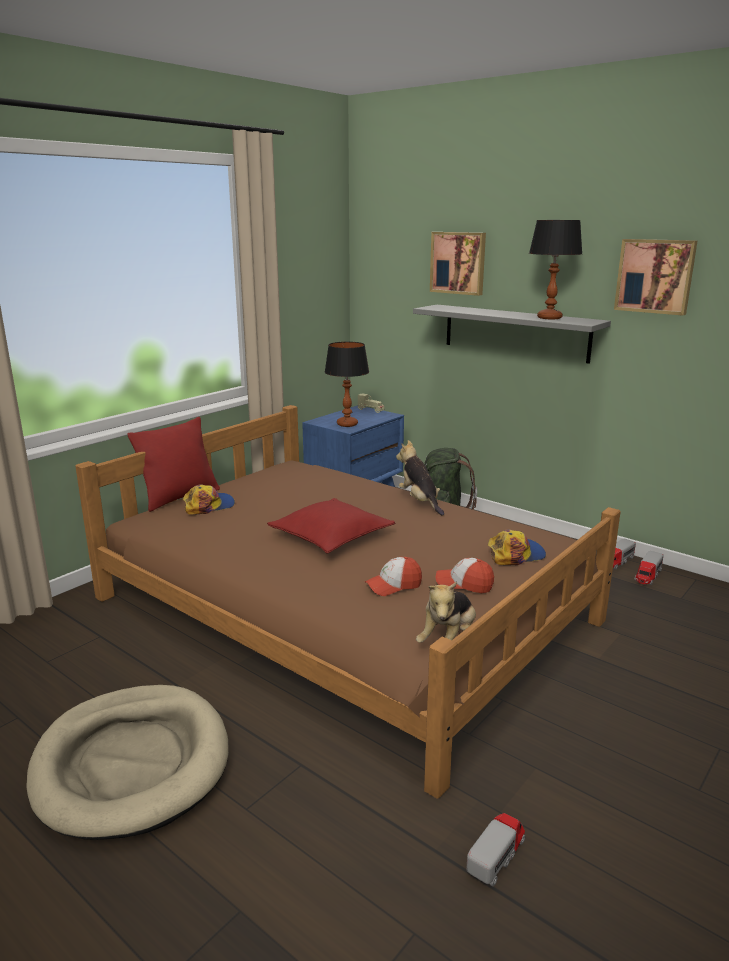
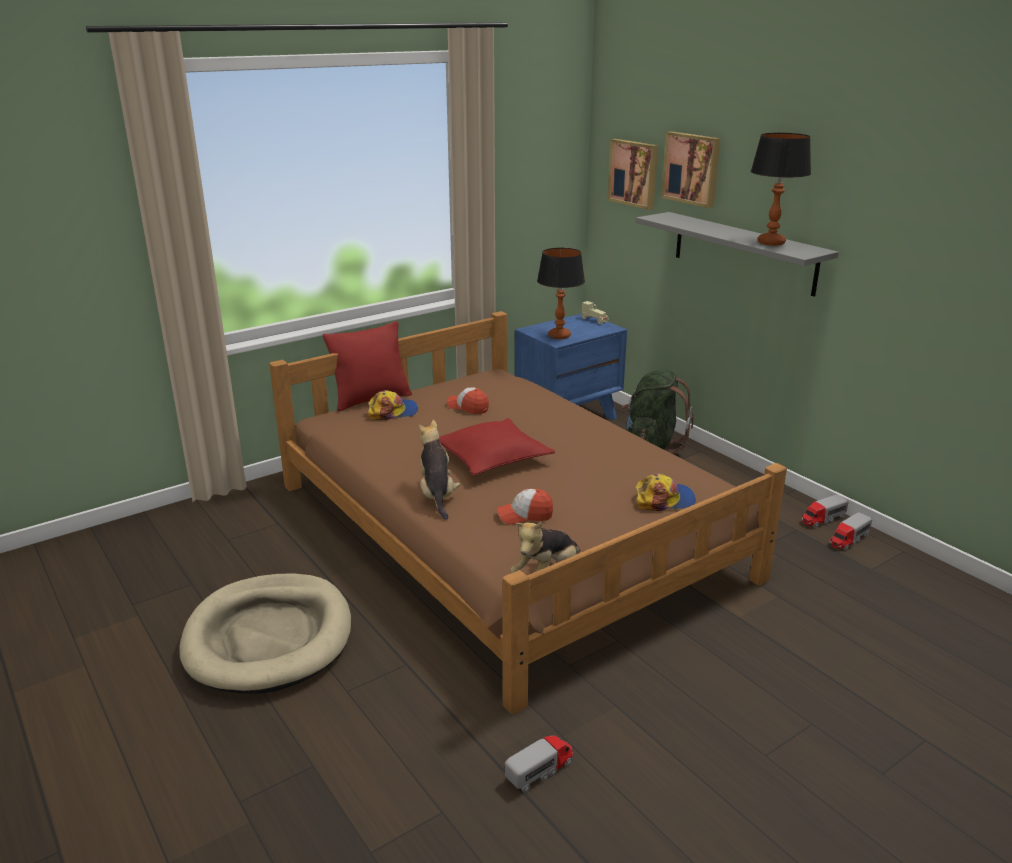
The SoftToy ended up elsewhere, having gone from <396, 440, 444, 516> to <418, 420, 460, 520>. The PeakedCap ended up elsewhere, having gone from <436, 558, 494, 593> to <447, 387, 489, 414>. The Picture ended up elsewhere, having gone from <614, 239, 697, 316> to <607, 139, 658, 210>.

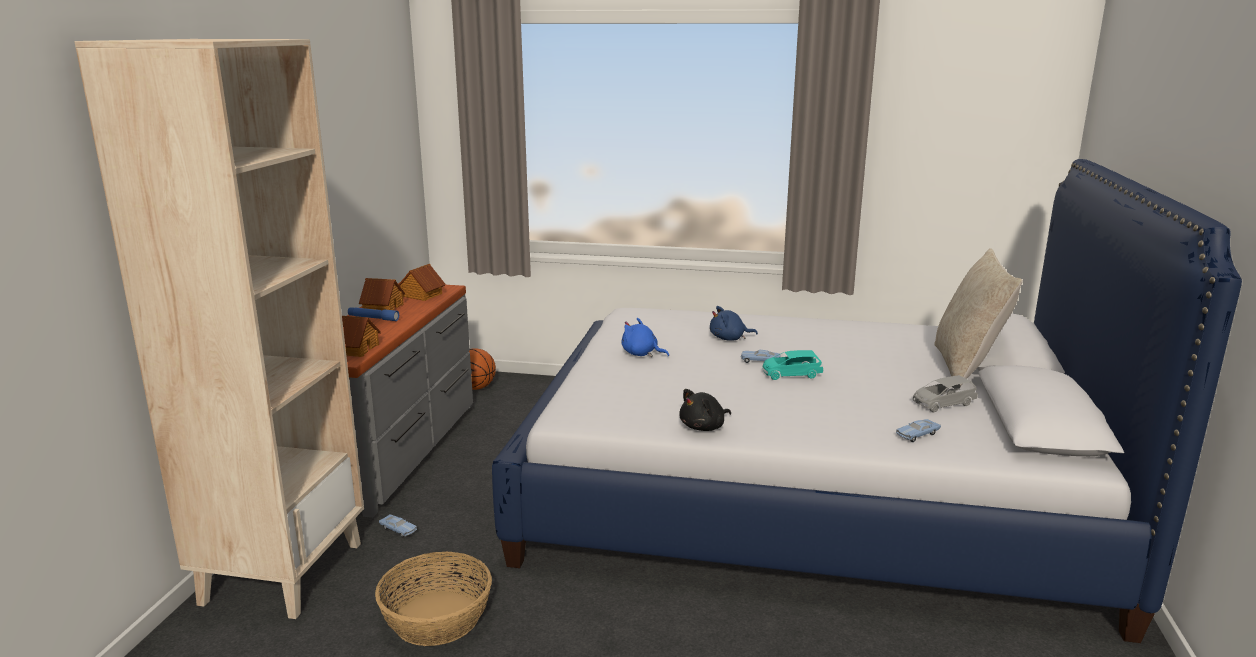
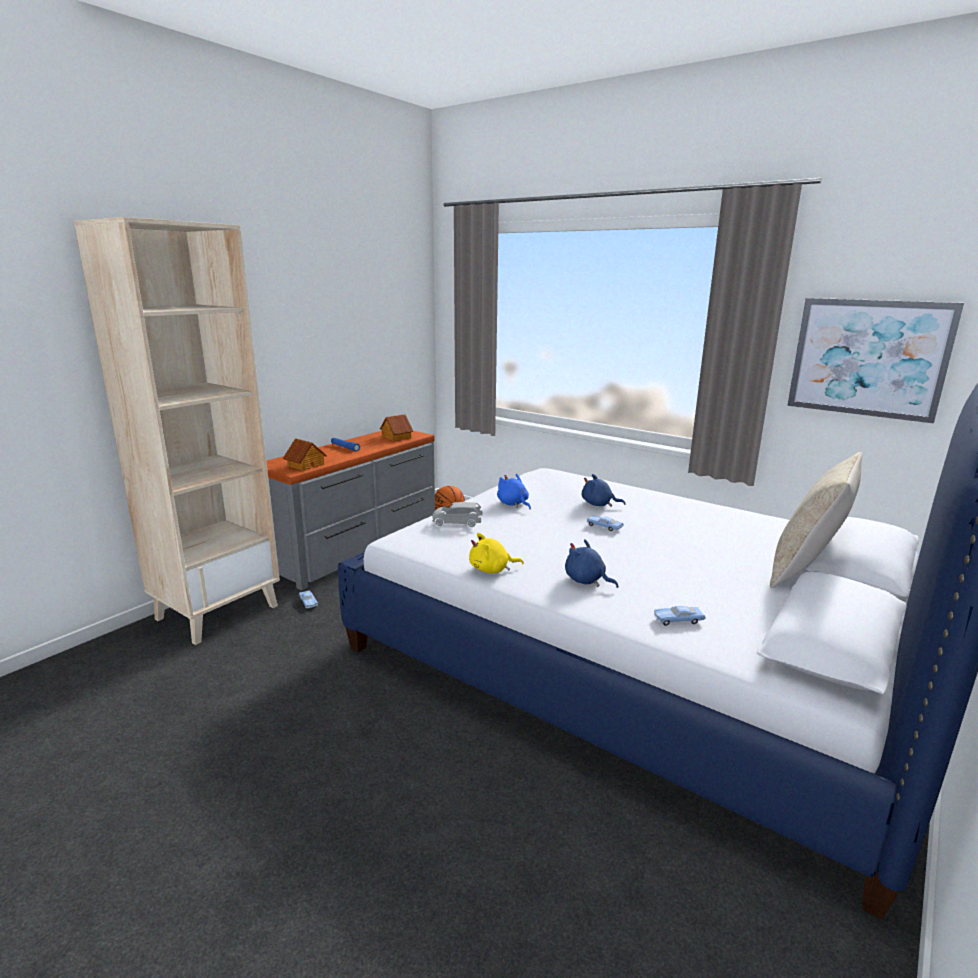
The second view lost the ModelHouse at <359, 278, 405, 310>. The second view lost the StorageBasket at <375, 552, 492, 646>. The second view lost the BlueGreenMiniatureCar at <762, 350, 823, 380>. The second view gained the BluishSoftToy at <565, 540, 618, 588>. The second view gained the Picture at <787, 298, 964, 424>. The GreyishMiniatureCar ended up elsewhere, having gone from <913, 375, 978, 412> to <432, 502, 483, 527>. What was the BlackSoftToy at <679, 389, 731, 431> turned into the YellowSoftToy at <469, 533, 524, 573>.

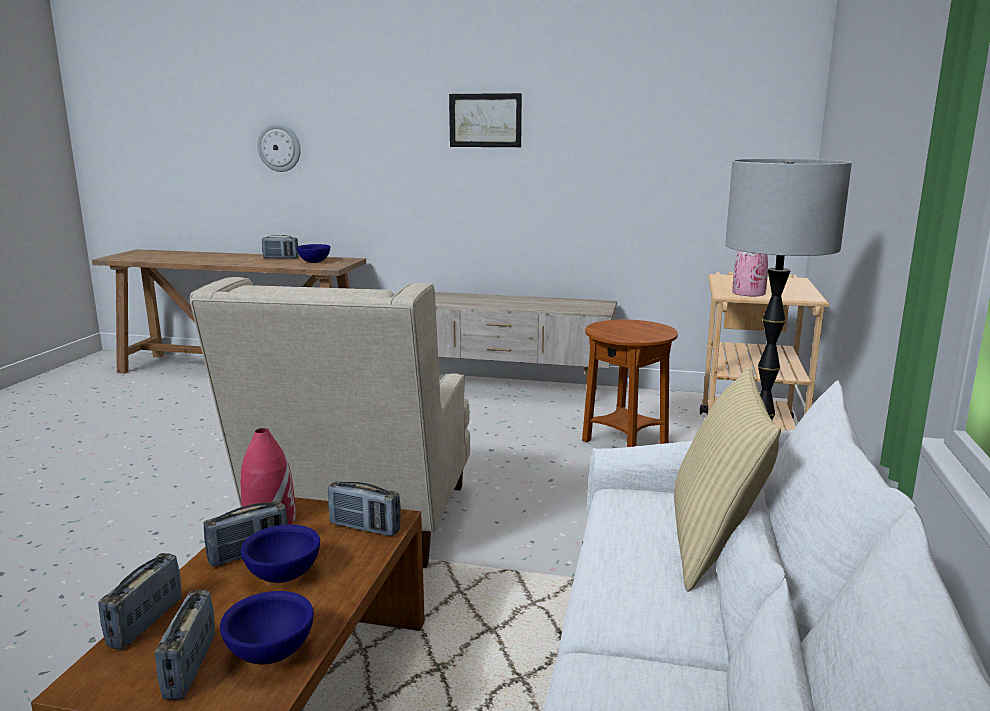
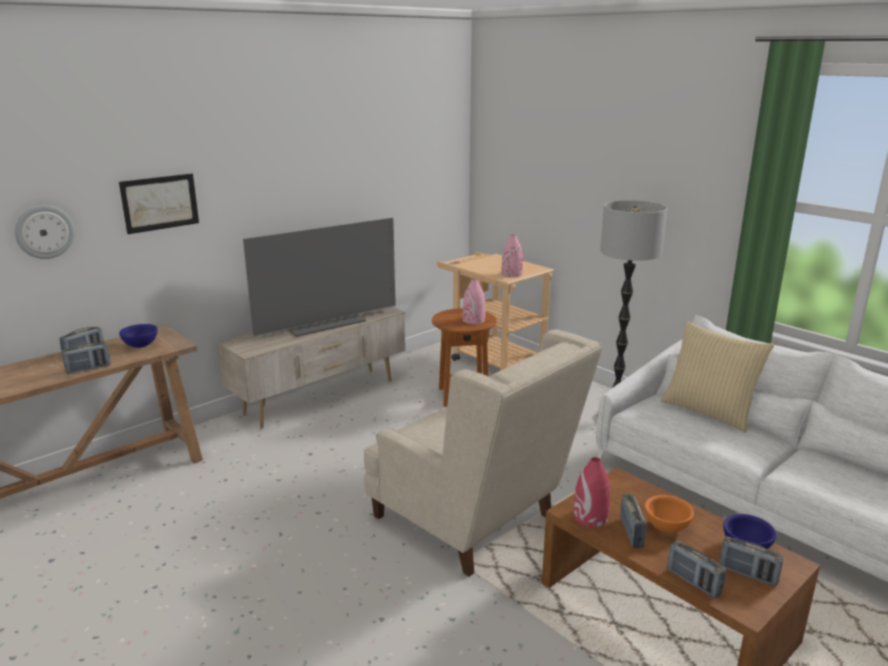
The second view gained the TvSet at <243, 218, 396, 337>. The second view gained the PinkishFlowerVase at <463, 279, 485, 324>. The RadioSet ended up elsewhere, having gone from <328, 481, 401, 536> to <62, 342, 111, 374>. The Picture ended up elsewhere, having gone from <449, 93, 522, 147> to <119, 174, 199, 234>. What was the BluishServingBowl at <241, 525, 320, 583> turned into the OrangeServingBowl at <645, 495, 694, 533>.

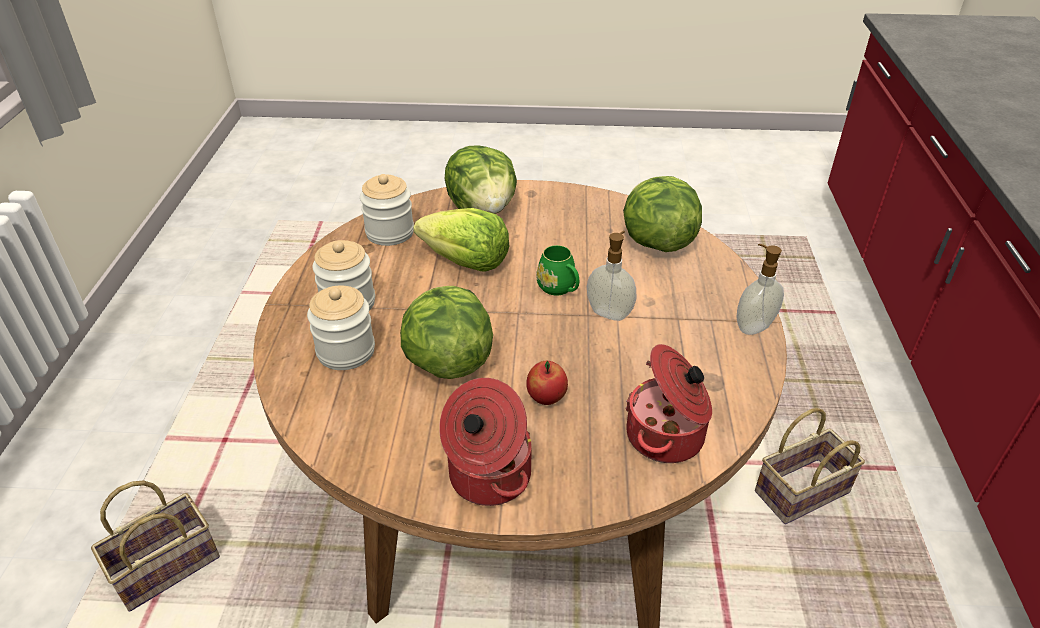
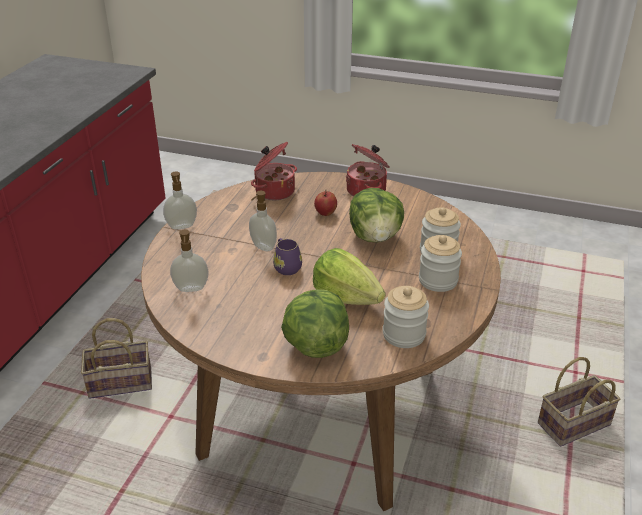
Where the HeadOfLettuce stood at <623, 176, 702, 252>, the SoapBottle came to stand at <170, 229, 209, 292>. What was the GreenColouredMug at <536, 245, 579, 295> turned into the PurpleColouredMug at <273, 238, 302, 275>.

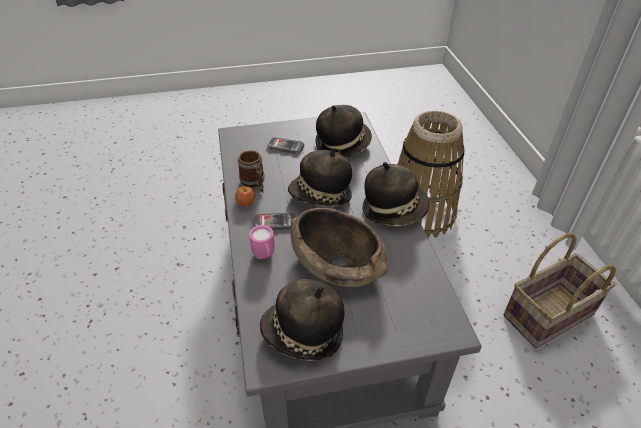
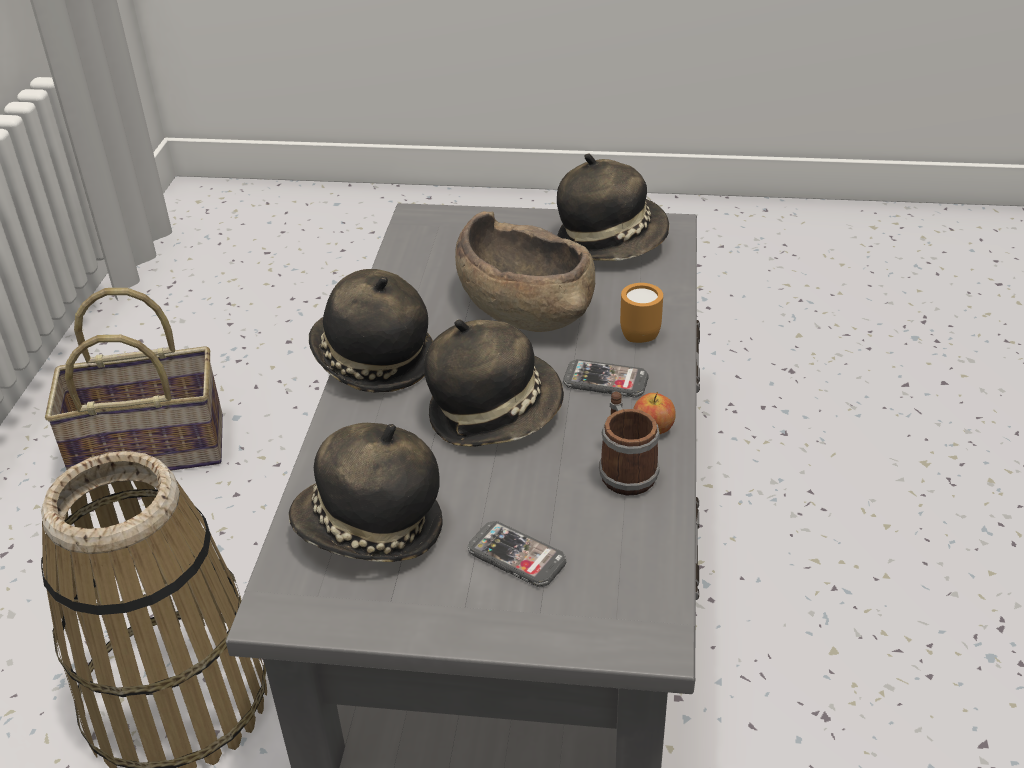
What was the PinkishMug at <249, 225, 275, 259> turned into the OrangeMug at <620, 283, 663, 343>.

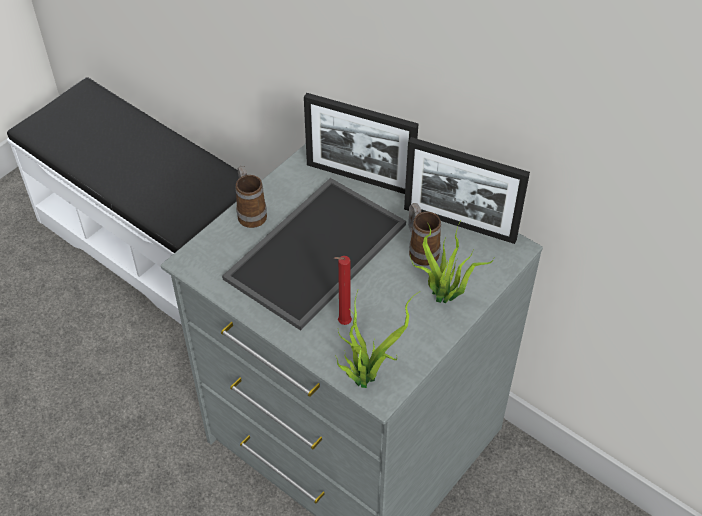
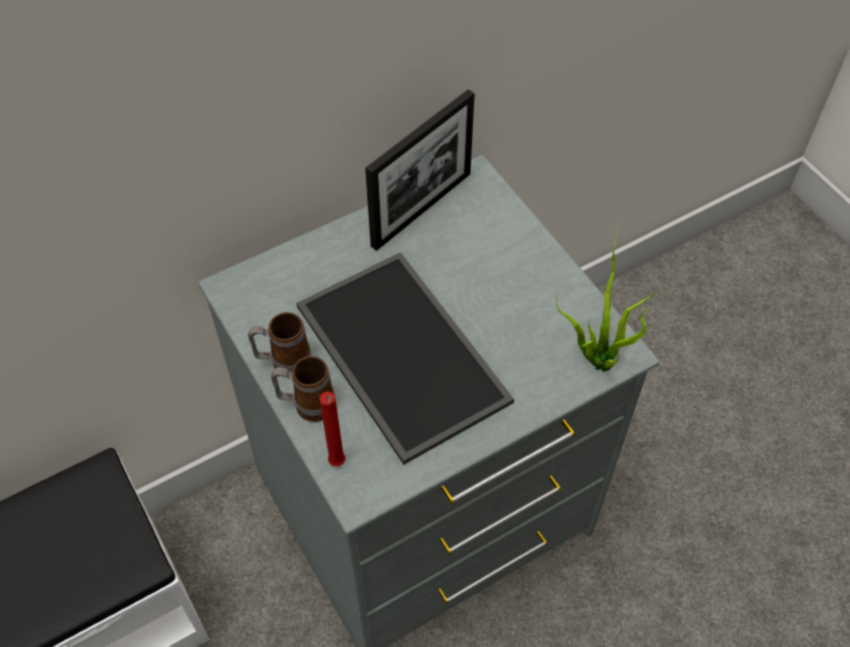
The second view lost the StandingFrame at <304, 93, 418, 194>. The second view lost the PottedPlant at <410, 221, 495, 304>. The ReddishWaxCandle ended up elsewhere, having gone from <334, 256, 352, 325> to <319, 392, 346, 466>. The Mug ended up elsewhere, having gone from <408, 203, 441, 266> to <248, 312, 311, 377>.

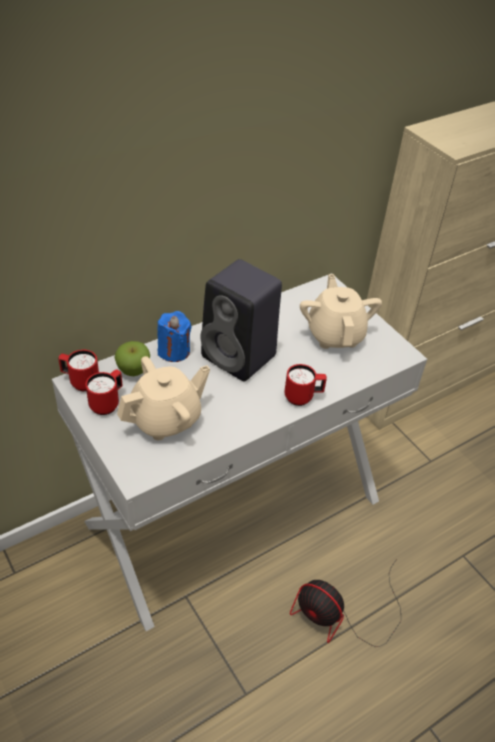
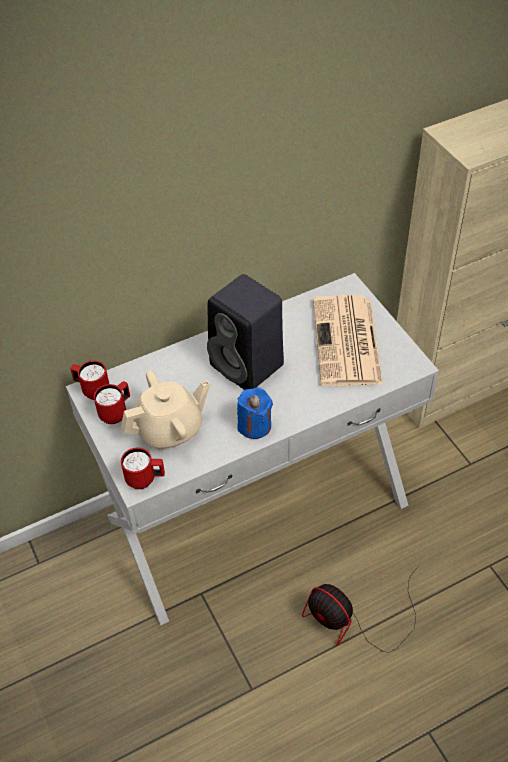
The second view lost the WholeApple at <114, 341, 150, 376>. The BluishWaxCandle ended up elsewhere, having gone from <157, 311, 192, 362> to <237, 387, 273, 439>. The ReddishMug ended up elsewhere, having gone from <285, 364, 327, 406> to <121, 447, 165, 489>. Where the SandColouredTeaPot stood at <300, 274, 382, 349>, the PrintedPaper came to stand at <313, 295, 383, 386>.

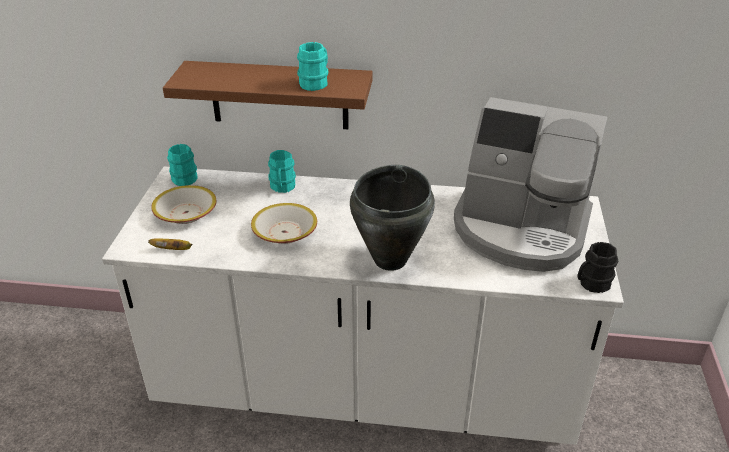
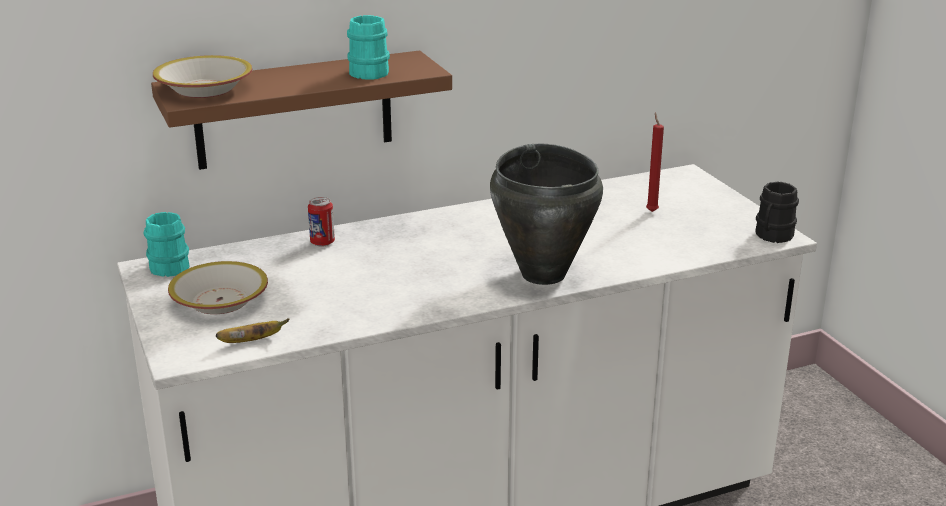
The ServingBowl ended up elsewhere, having gone from <251, 203, 317, 244> to <153, 55, 253, 98>. Where the BlueGreenMug stood at <268, 150, 296, 193>, the MetalCan came to stand at <308, 197, 335, 247>. Where the CoffeeBrewer stood at <454, 97, 608, 272>, the ReddishWaxCandle came to stand at <646, 113, 664, 212>.

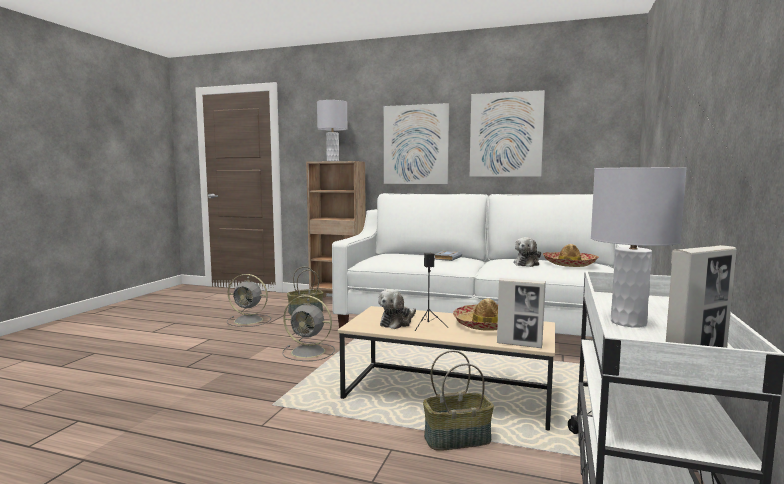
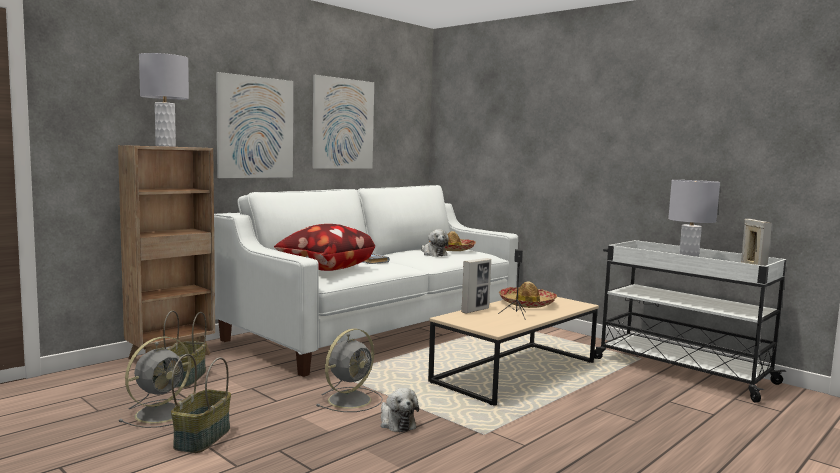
The second view gained the ThrowPillow at <274, 224, 375, 271>. The SoftToy ended up elsewhere, having gone from <378, 289, 416, 329> to <381, 388, 419, 432>. The StorageBasket ended up elsewhere, having gone from <423, 350, 494, 451> to <171, 354, 231, 453>. The StandingFrame ended up elsewhere, having gone from <497, 278, 546, 348> to <461, 258, 491, 313>.

